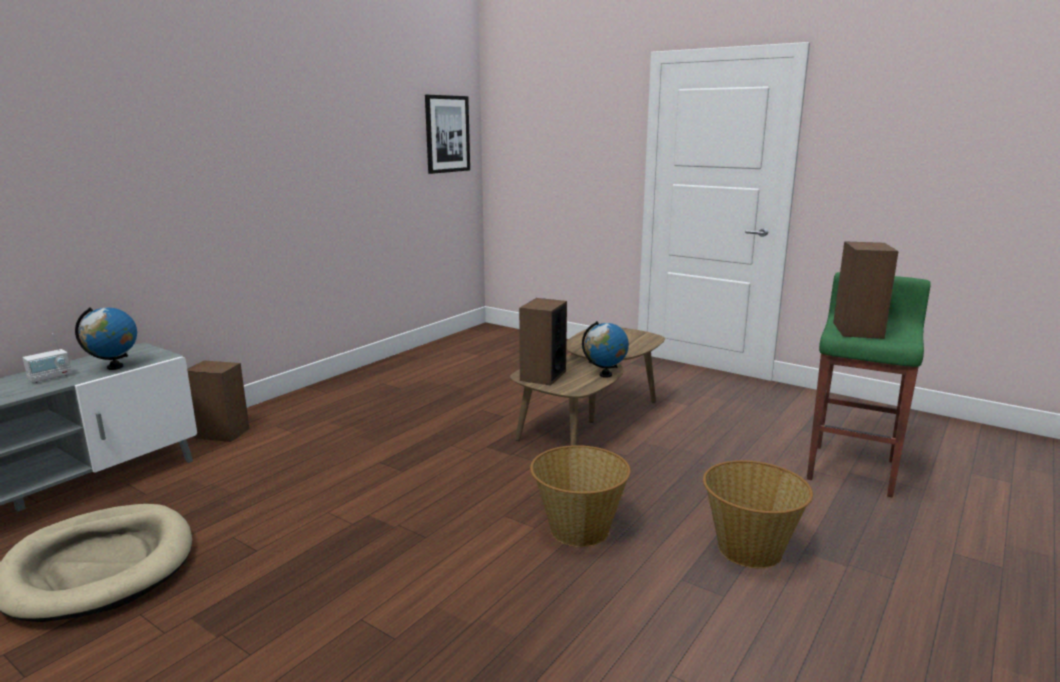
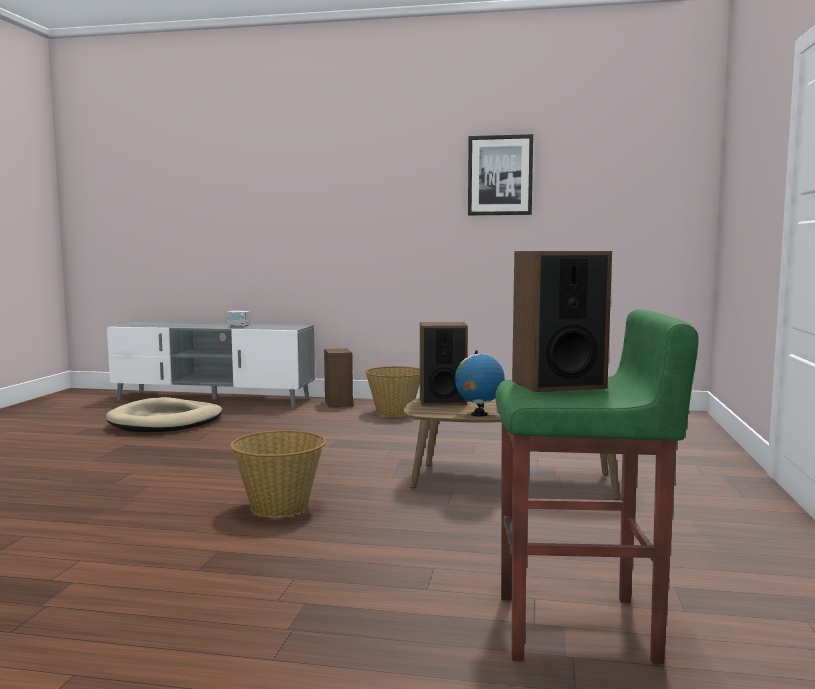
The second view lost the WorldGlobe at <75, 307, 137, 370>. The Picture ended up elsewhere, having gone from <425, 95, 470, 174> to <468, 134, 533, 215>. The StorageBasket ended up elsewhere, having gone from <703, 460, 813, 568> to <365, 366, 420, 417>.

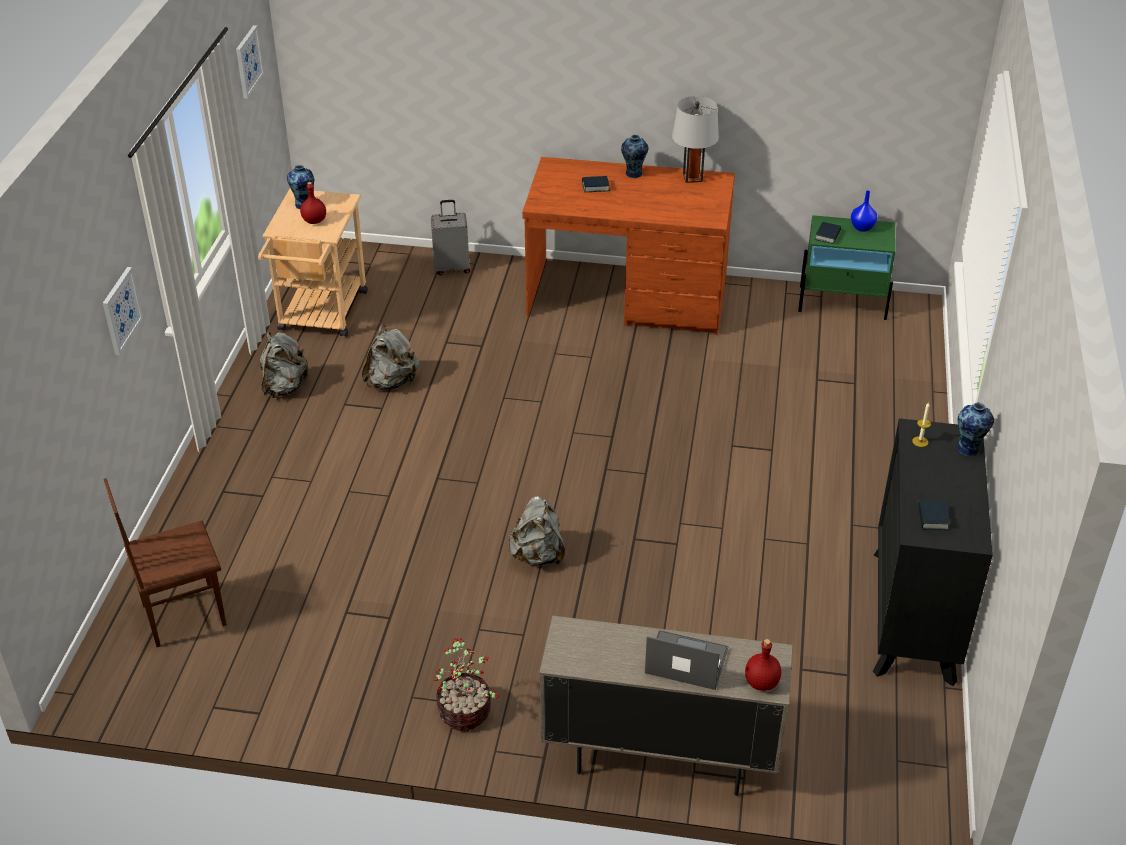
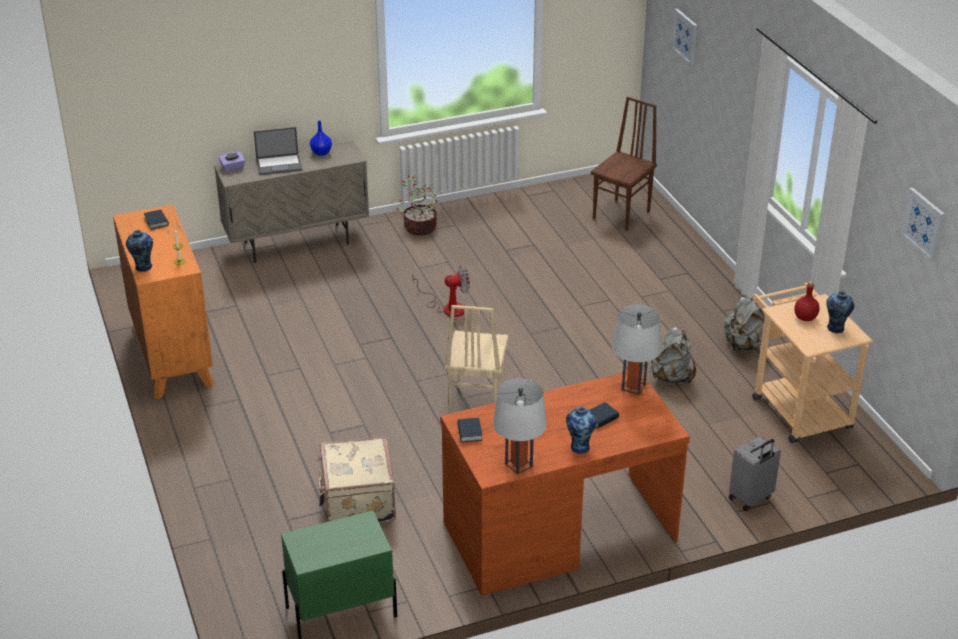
The second view gained the SandColouredSuitcase at <318, 436, 396, 523>. The second view gained the SandColouredUprightChair at <445, 305, 509, 414>. The second view gained the GreyishLampForATable at <612, 304, 662, 395>. The Picture ended up elsewhere, having gone from <103, 267, 143, 355> to <671, 9, 697, 65>. The Book ended up elsewhere, having gone from <815, 222, 841, 244> to <457, 418, 482, 443>. The BluishFlowerVase ended up elsewhere, having gone from <851, 190, 877, 232> to <310, 120, 332, 156>. Where the GreyishBackpack stood at <509, 496, 565, 565>, the CoolingFan came to stand at <412, 266, 470, 317>. Where the ReddishDrinkBottle stood at <745, 639, 781, 691>, the PurpleColouredTissueBox came to stand at <219, 152, 245, 172>. What was the BlackDrawerChest at <873, 418, 993, 686> turned into the OrangeDrawerChest at <113, 204, 214, 399>.

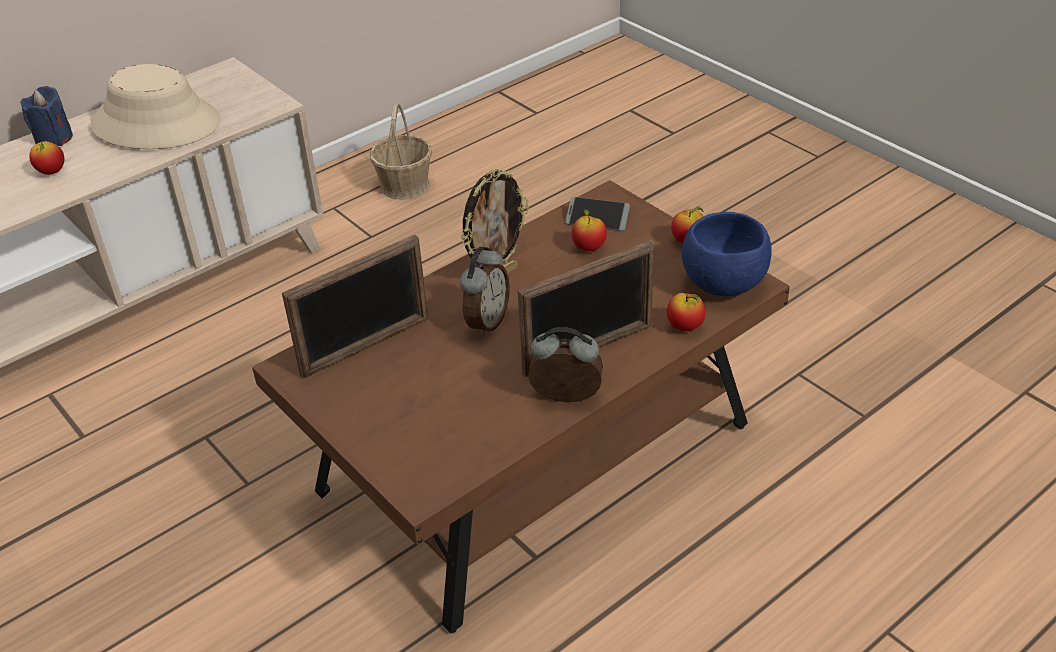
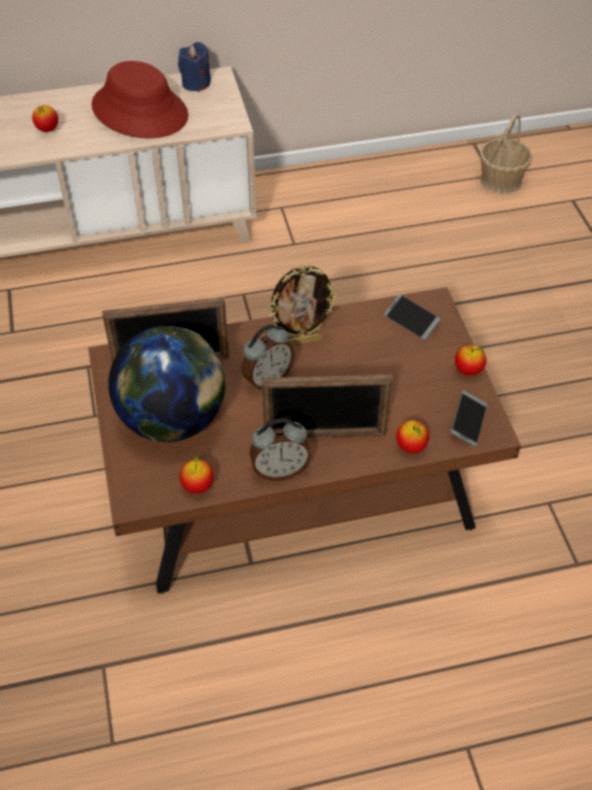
The second view gained the WorldGlobe at <108, 326, 226, 442>. The BluishWaxCandle ended up elsewhere, having gone from <20, 86, 73, 146> to <178, 42, 211, 92>. The StorageBasket ended up elsewhere, having gone from <370, 102, 432, 200> to <480, 114, 532, 194>. The WholeApple ended up elsewhere, having gone from <572, 209, 607, 251> to <180, 455, 214, 494>. Where the BluishServingBowl stood at <682, 212, 772, 296>, the Telephone came to stand at <451, 390, 487, 446>. What was the SandColouredHat at <90, 64, 220, 149> turned into the ReddishHat at <92, 61, 189, 138>. The AlarmClock at <528, 327, 603, 402> ended up facing another way, 135 degrees clockwise from before.

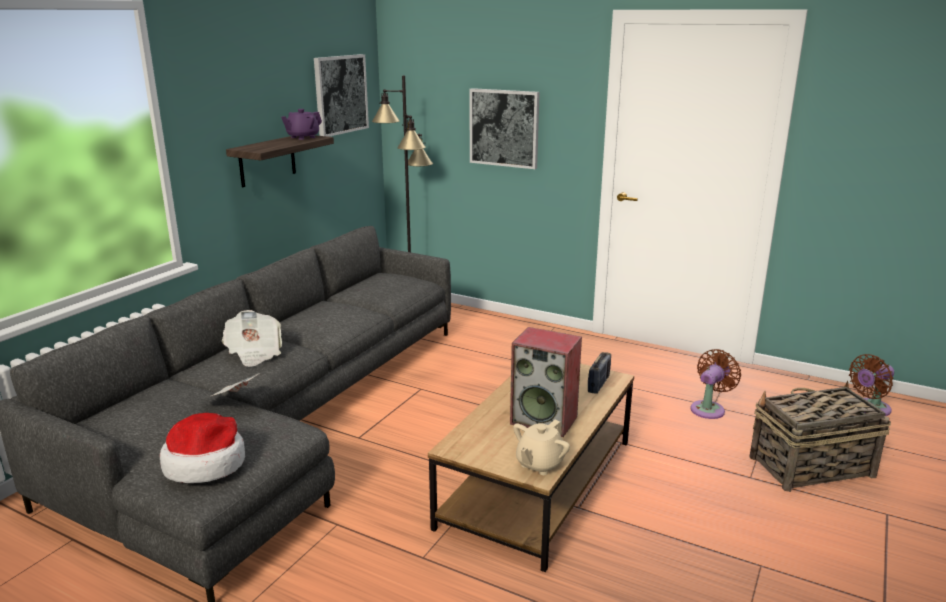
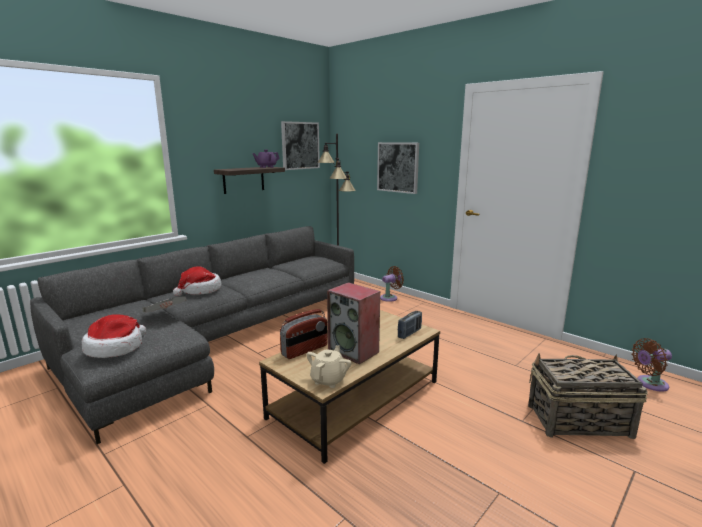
The second view gained the RadioSet at <280, 309, 328, 359>. The BrownishCoolingFan ended up elsewhere, having gone from <690, 349, 741, 419> to <380, 266, 404, 302>. Where the PrintedPaper stood at <222, 310, 282, 367>, the Hat came to stand at <173, 267, 221, 296>. The SandColouredTeaPot at <513, 420, 570, 475> ended up facing another way, 150 degrees clockwise from before.

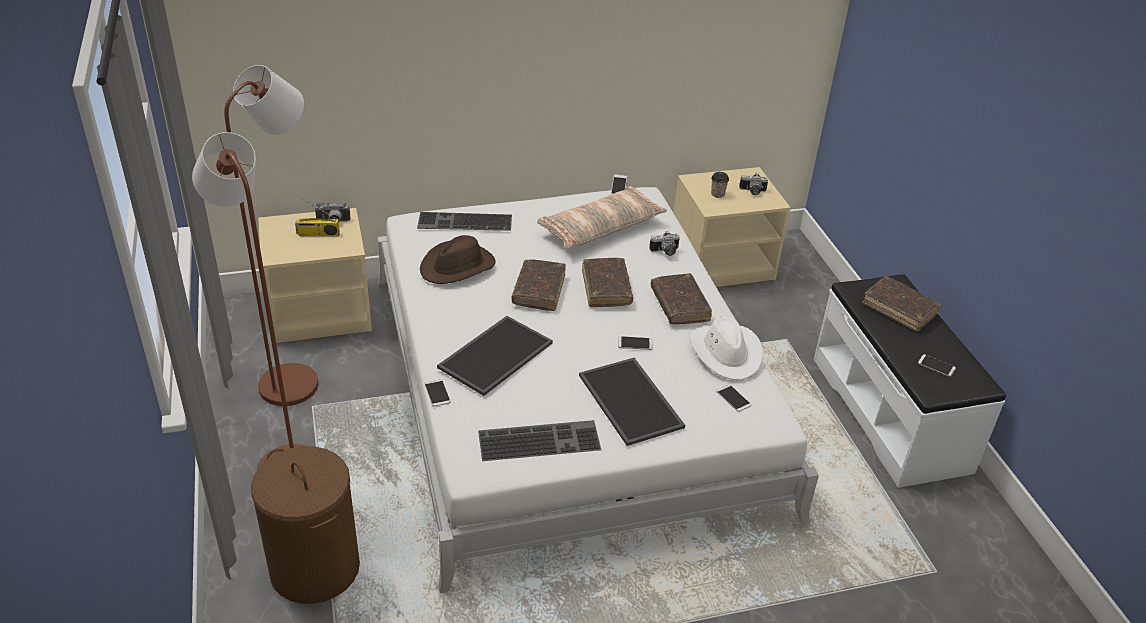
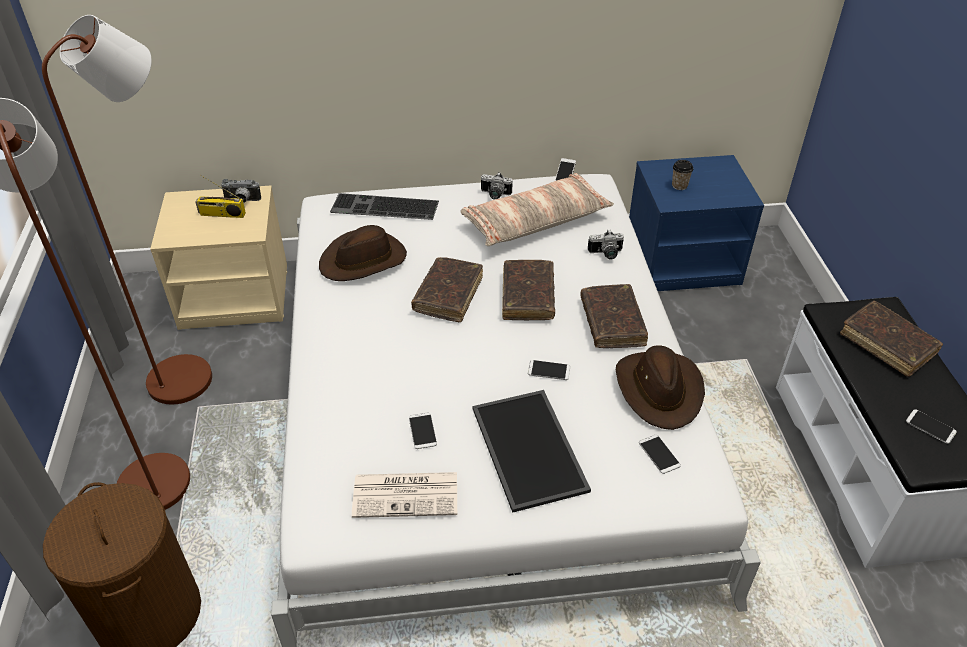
The second view lost the CarryingTray at <437, 316, 553, 396>. The Telephone ended up elsewhere, having gone from <425, 379, 450, 407> to <409, 413, 437, 449>. The StillCamera ended up elsewhere, having gone from <739, 173, 768, 195> to <481, 172, 512, 199>. Where the PcKeyboard stood at <478, 420, 601, 461>, the PrintedPaper came to stand at <352, 472, 457, 518>. What was the SandColouredNightstand at <674, 167, 791, 287> turned into the BluishNightstand at <629, 155, 764, 291>. What was the WhiteColouredHat at <689, 317, 763, 380> turned into the BrownishHat at <616, 345, 705, 430>.

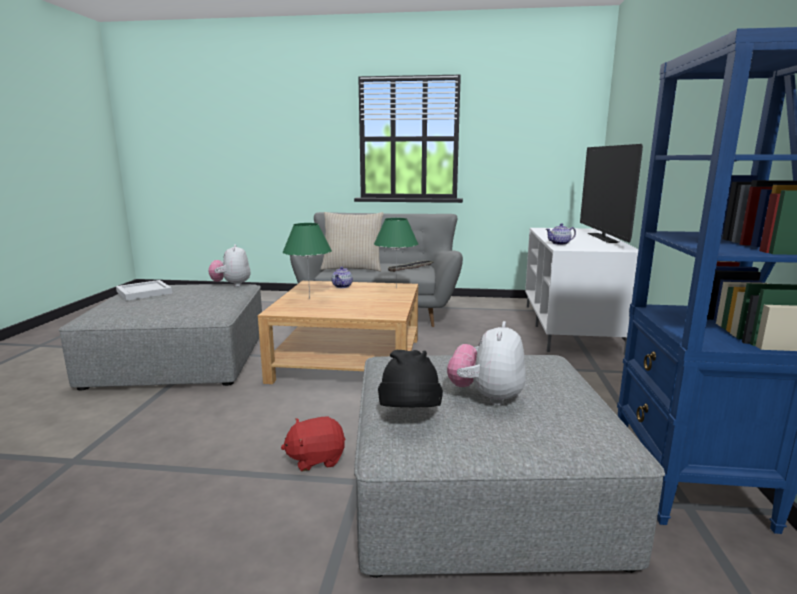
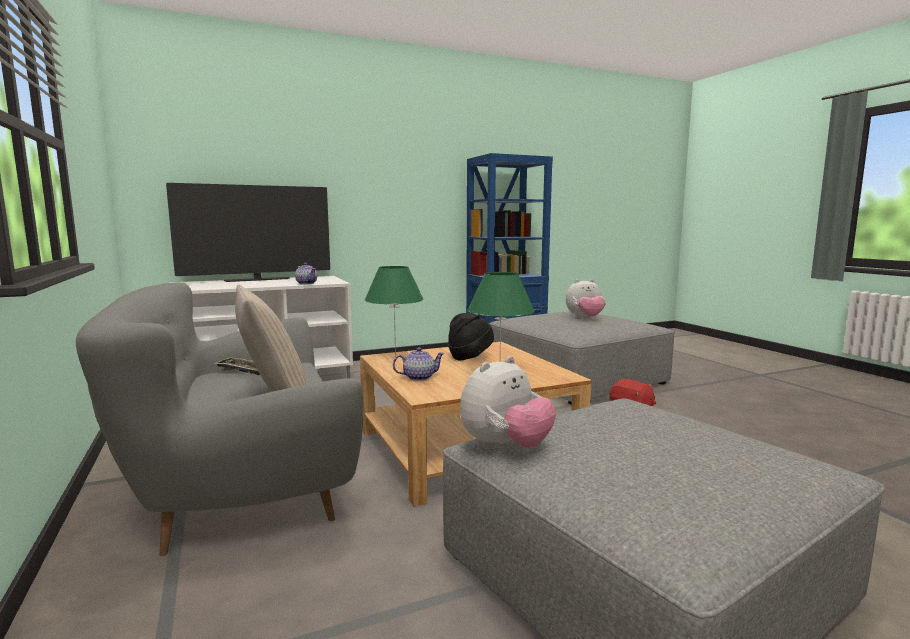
The second view lost the WhiteColouredCarryingTray at <116, 280, 172, 301>. The BlackHat ended up elsewhere, having gone from <378, 350, 443, 407> to <448, 313, 494, 360>.

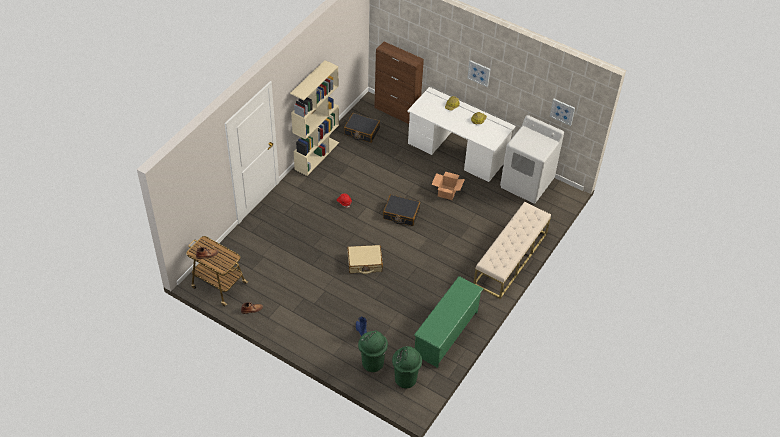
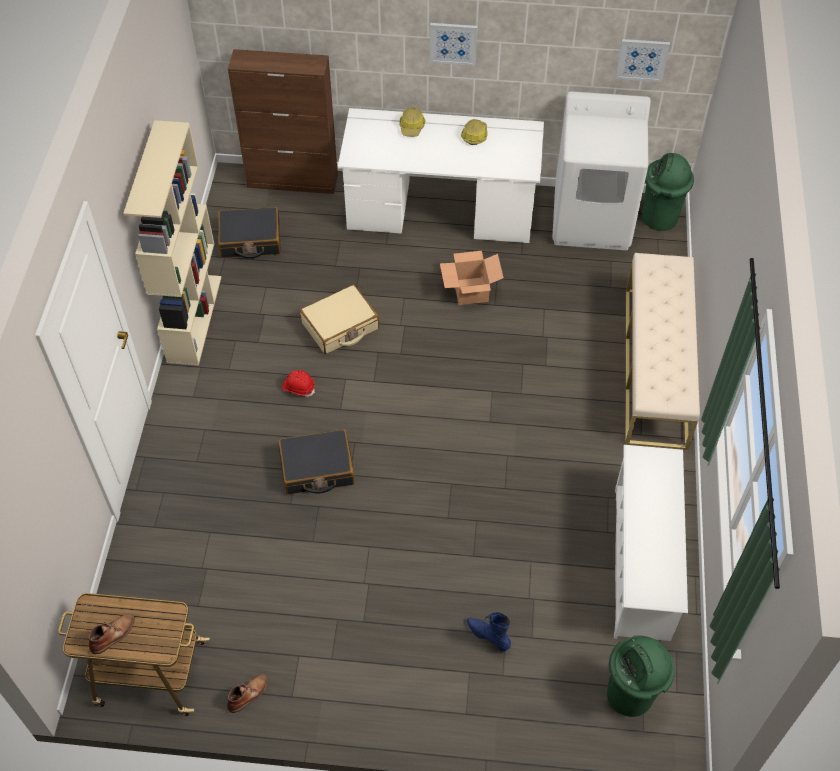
The SandColouredSuitcase ended up elsewhere, having gone from <347, 245, 383, 274> to <300, 285, 379, 354>. The GreenColouredTrashCan ended up elsewhere, having gone from <358, 330, 388, 372> to <642, 153, 694, 231>. The BlackSuitcase ended up elsewhere, having gone from <383, 194, 420, 226> to <278, 429, 355, 494>. What was the GreenColouredShoeShelf at <414, 276, 483, 368> turned into the WhiteColouredShoeShelf at <614, 445, 688, 641>.

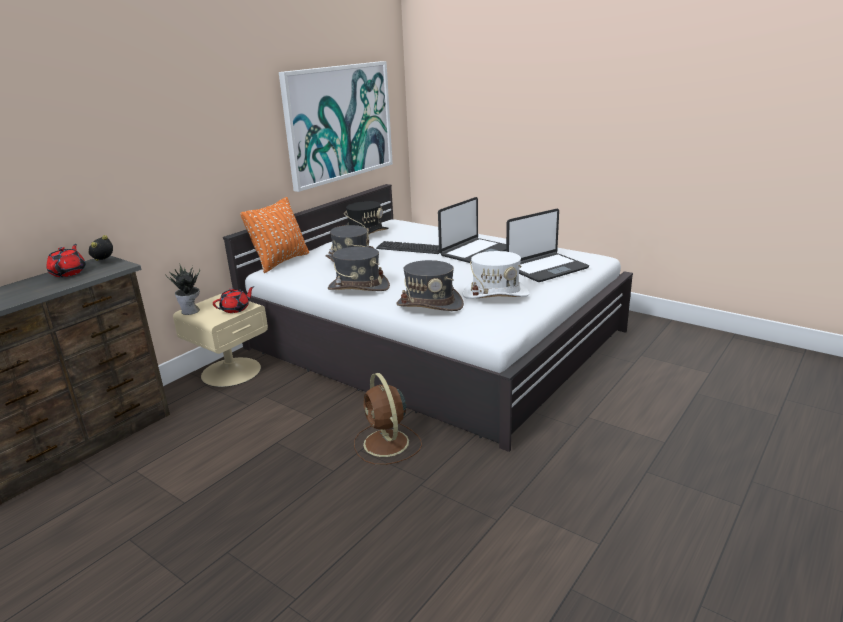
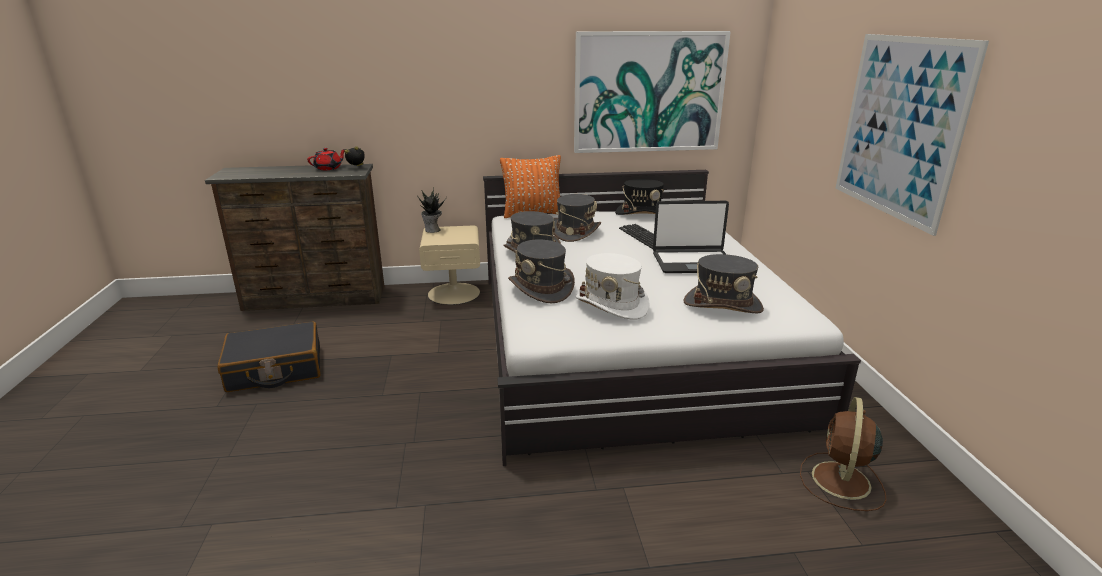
The second view lost the ReddishTeaPot at <213, 286, 255, 313>. The second view gained the BlackSuitcase at <217, 321, 321, 392>. The second view gained the Picture at <835, 34, 989, 236>. The BrownishCoolingFan ended up elsewhere, having gone from <354, 373, 422, 465> to <800, 397, 886, 511>. Where the PortableComputer stood at <506, 209, 589, 282>, the GreyishHat came to stand at <683, 254, 764, 314>.

